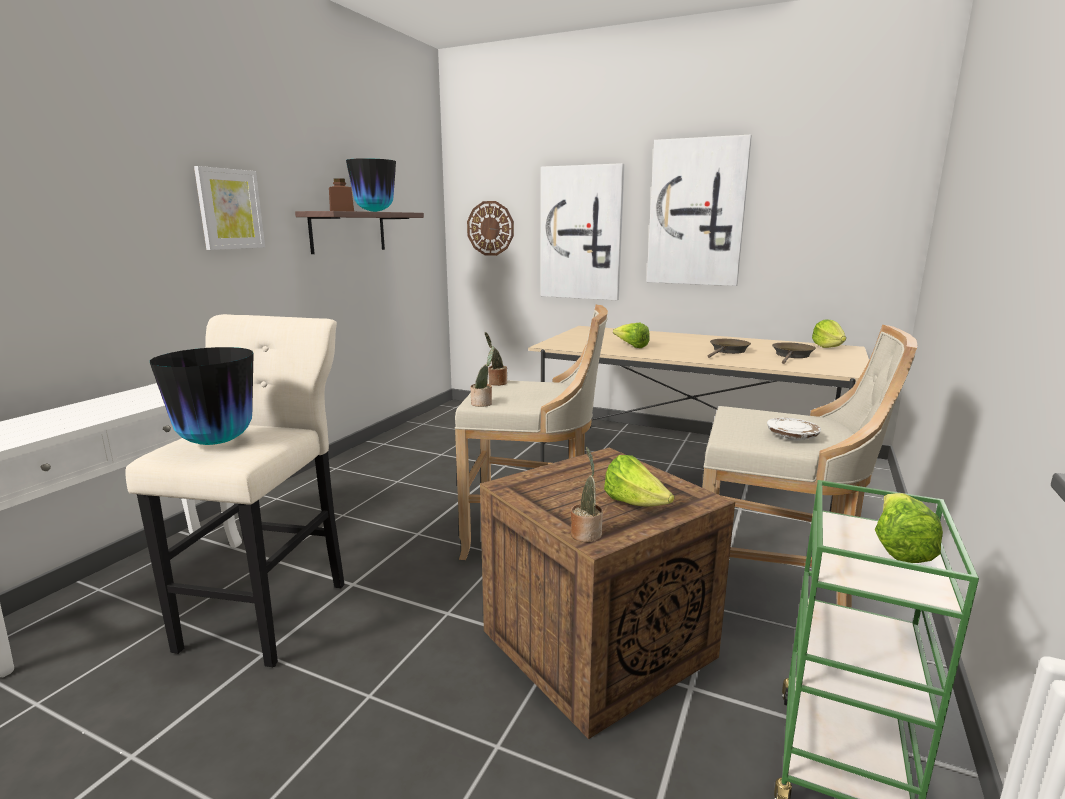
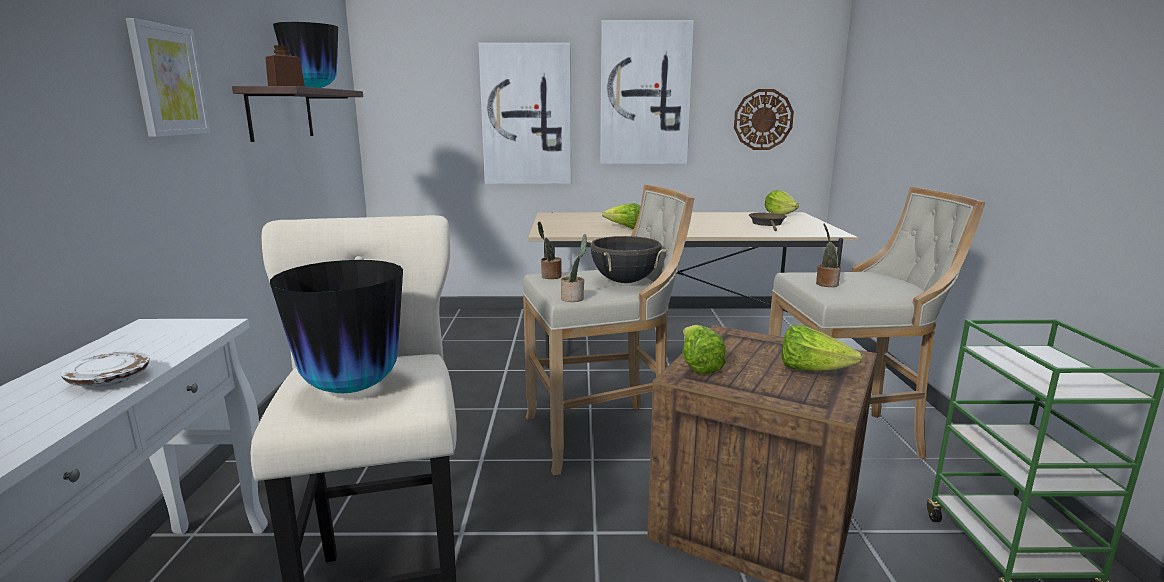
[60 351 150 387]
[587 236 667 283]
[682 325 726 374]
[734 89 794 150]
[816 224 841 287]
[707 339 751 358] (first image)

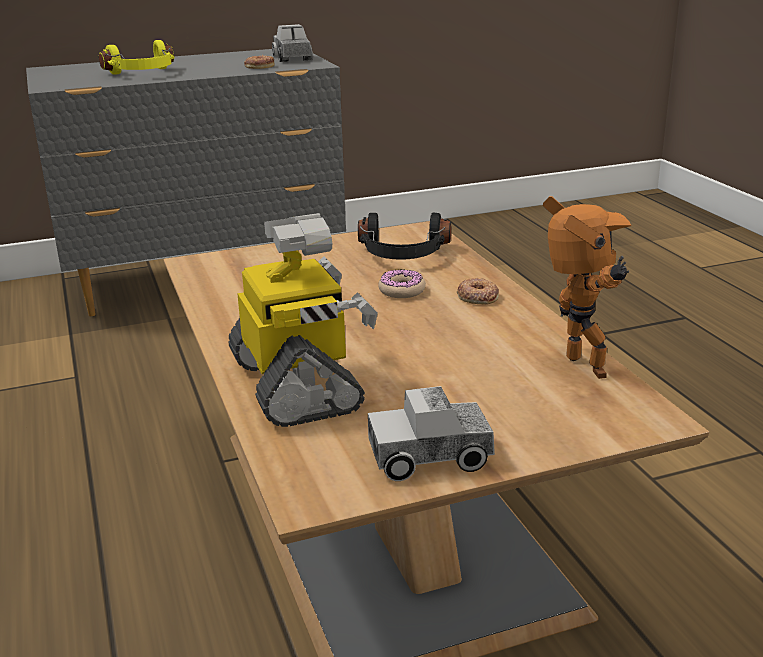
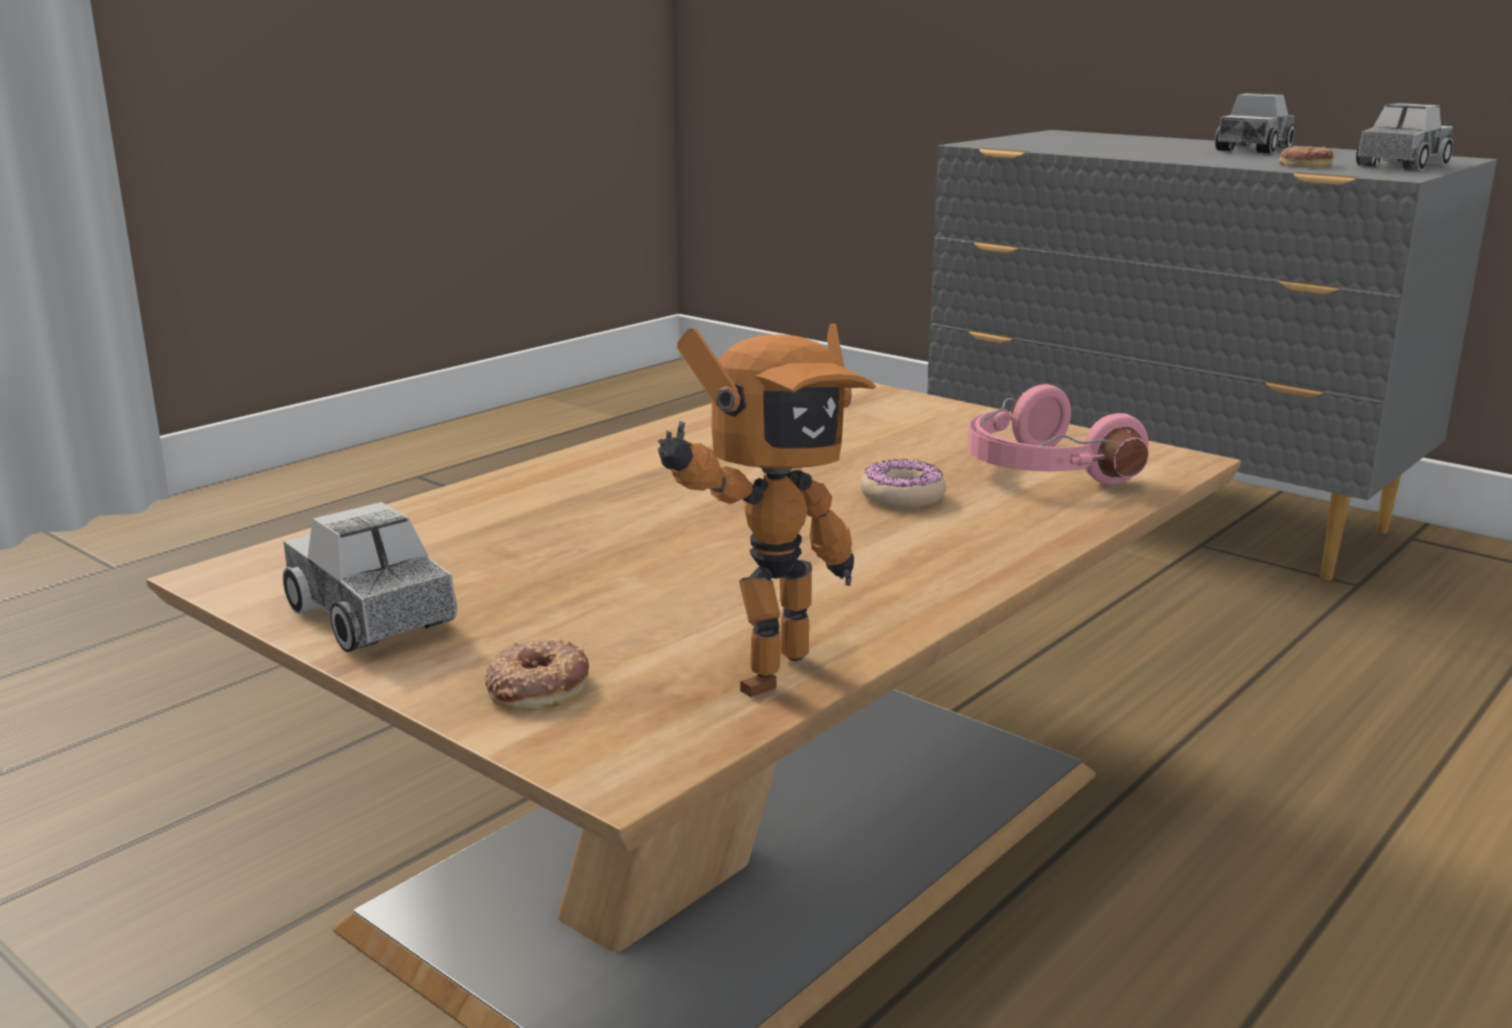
[485 639 589 710]
[968 384 1149 485]
[1215 93 1295 154]
[99 40 175 75] (first image)
[228 213 378 427] (first image)

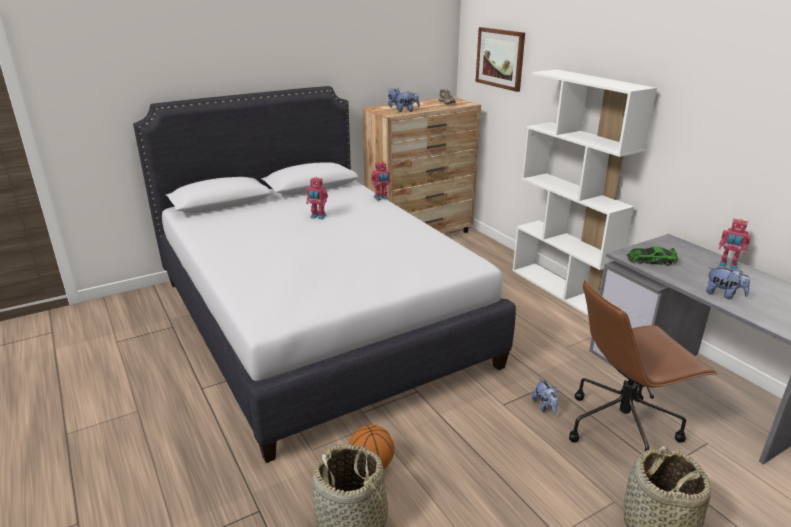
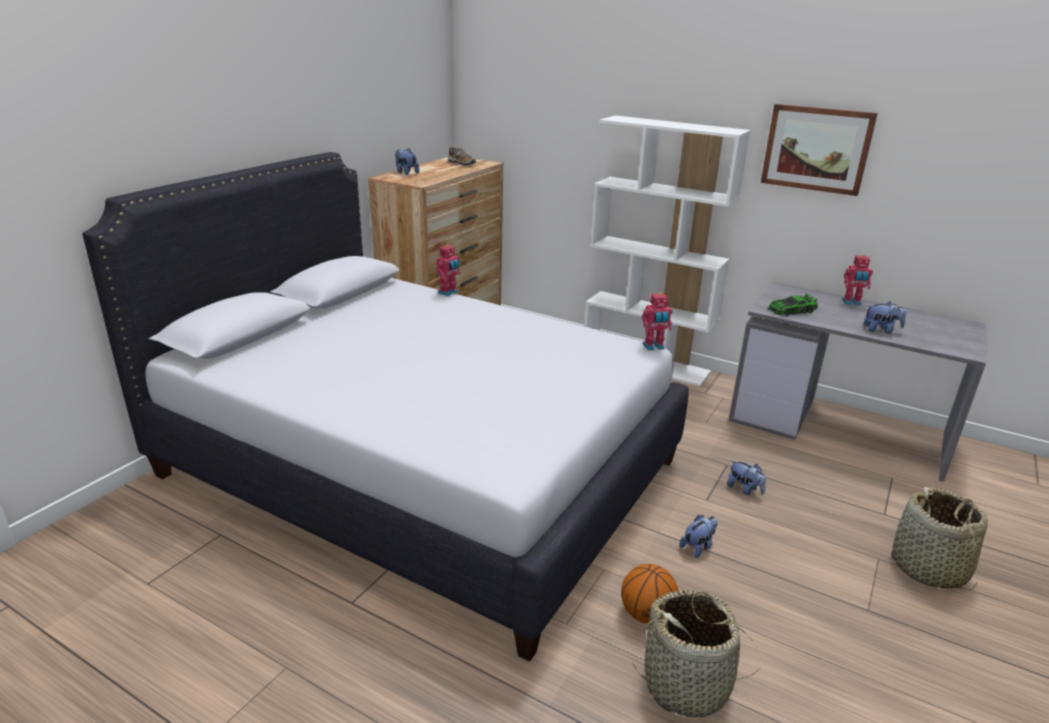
[642 292 672 350]
[680 515 717 558]
[761 104 878 196]
[569 280 717 451] (first image)

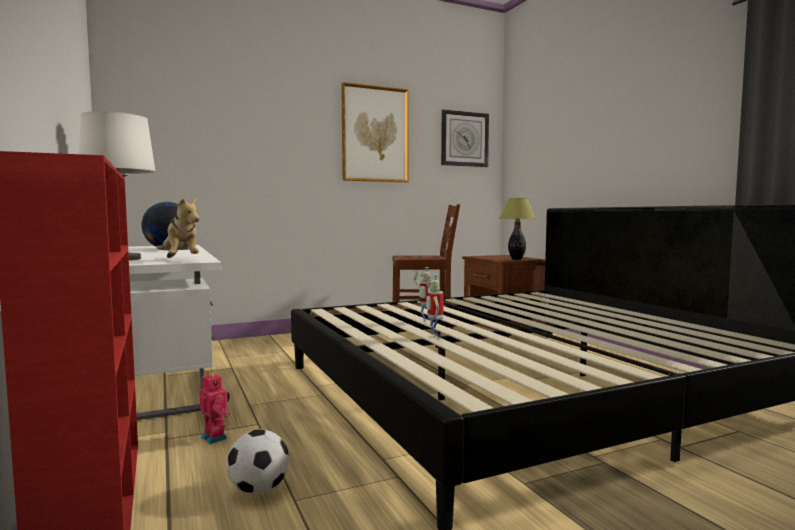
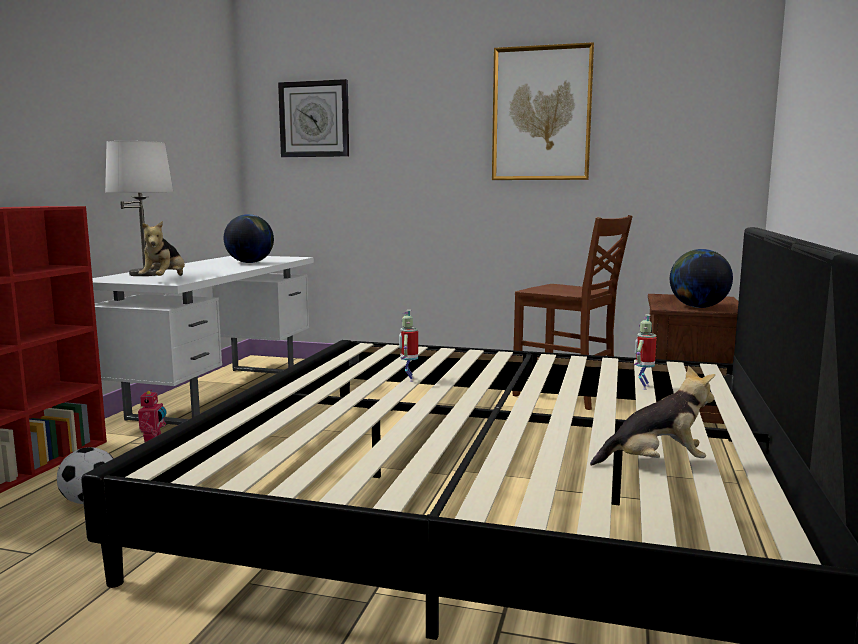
[278 79 349 157]
[590 366 715 466]
[634 314 656 390]
[670 249 733 308]

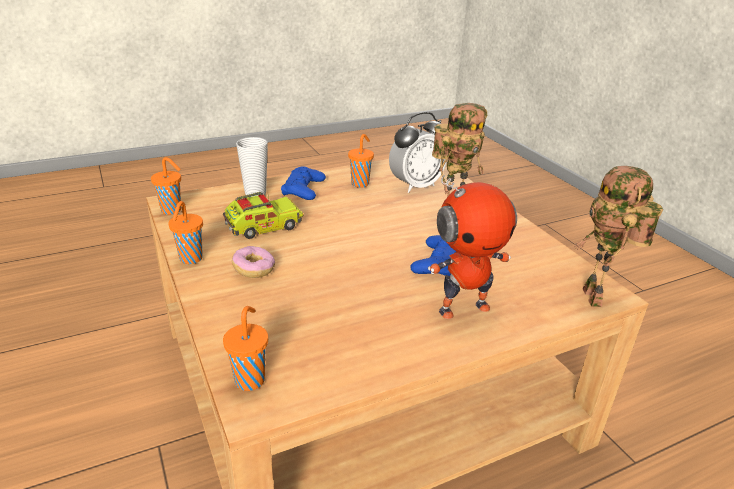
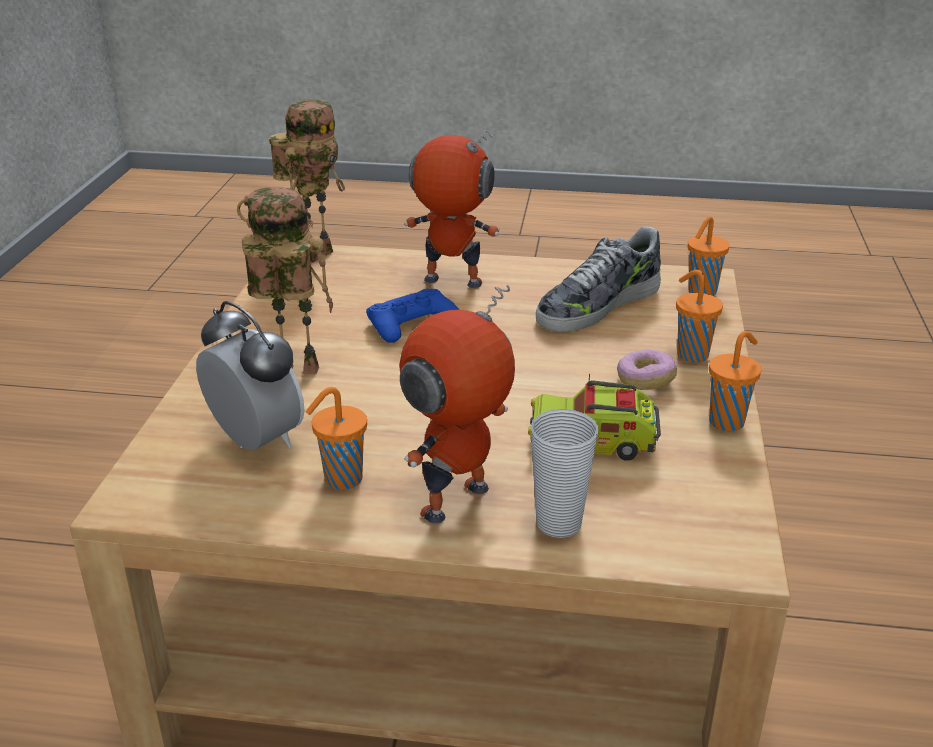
[196 301 305 450]
[399 285 515 524]
[536 226 661 332]
[676 270 723 363]

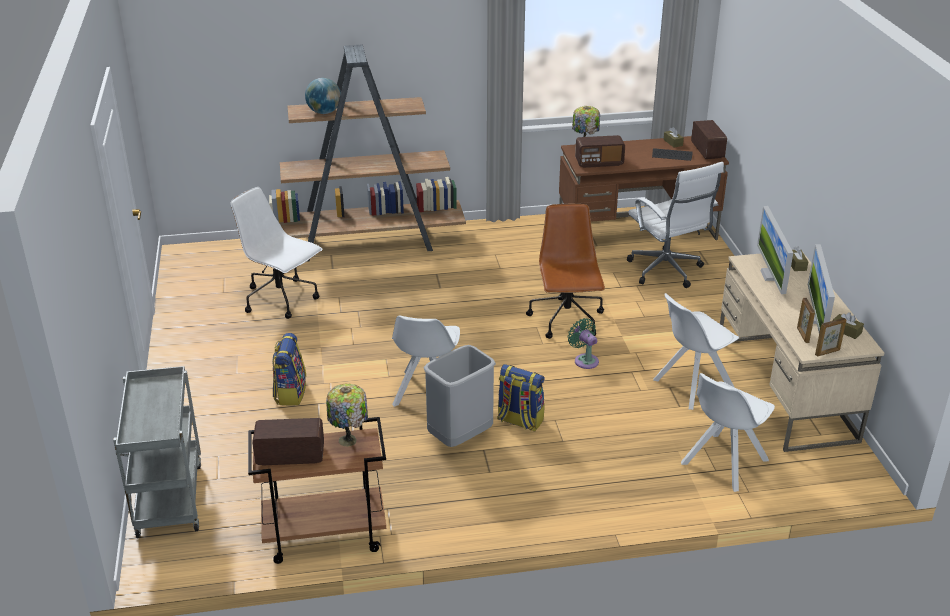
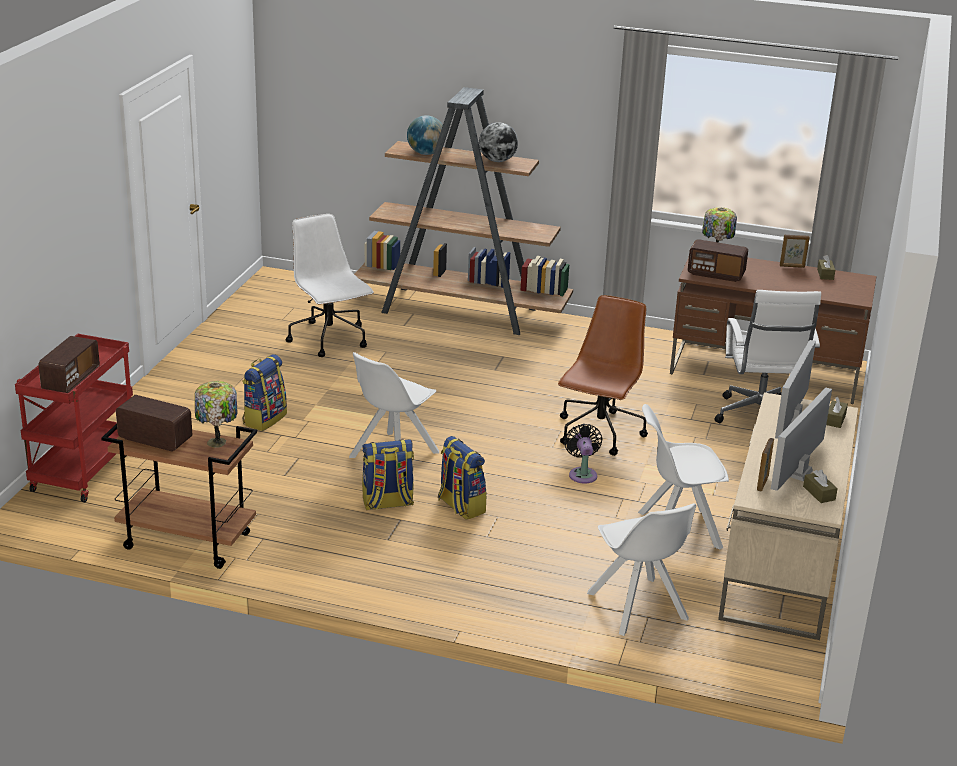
[15 334 133 502]
[38 336 100 393]
[362 439 414 510]
[479 122 518 162]
[564 424 603 484]
[587 503 696 636]
[780 235 810 268]
[652 148 693 161] (first image)

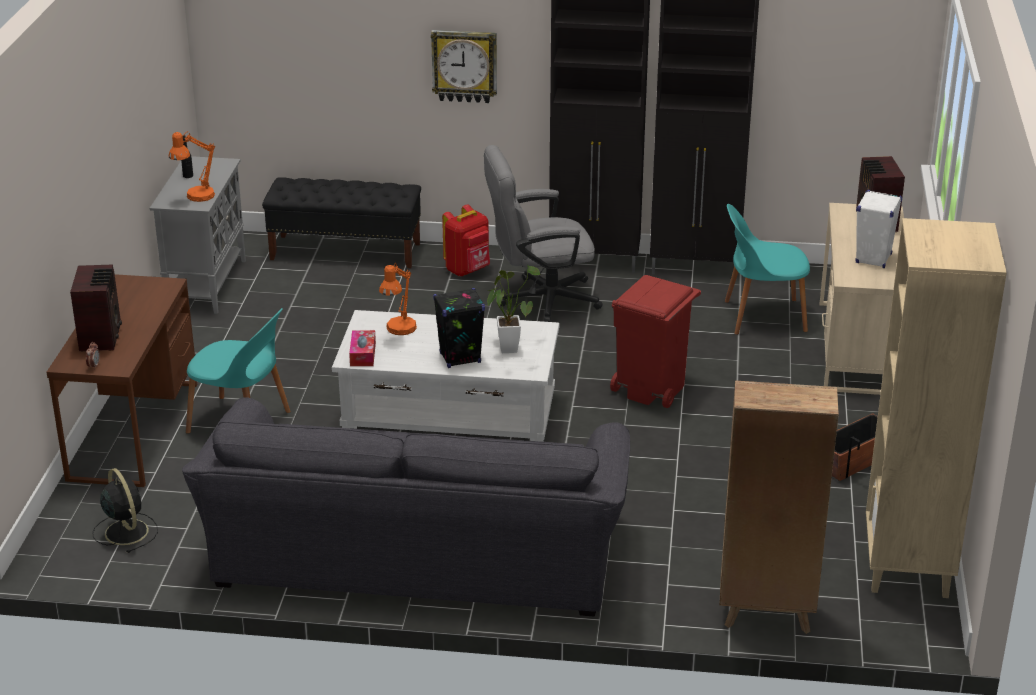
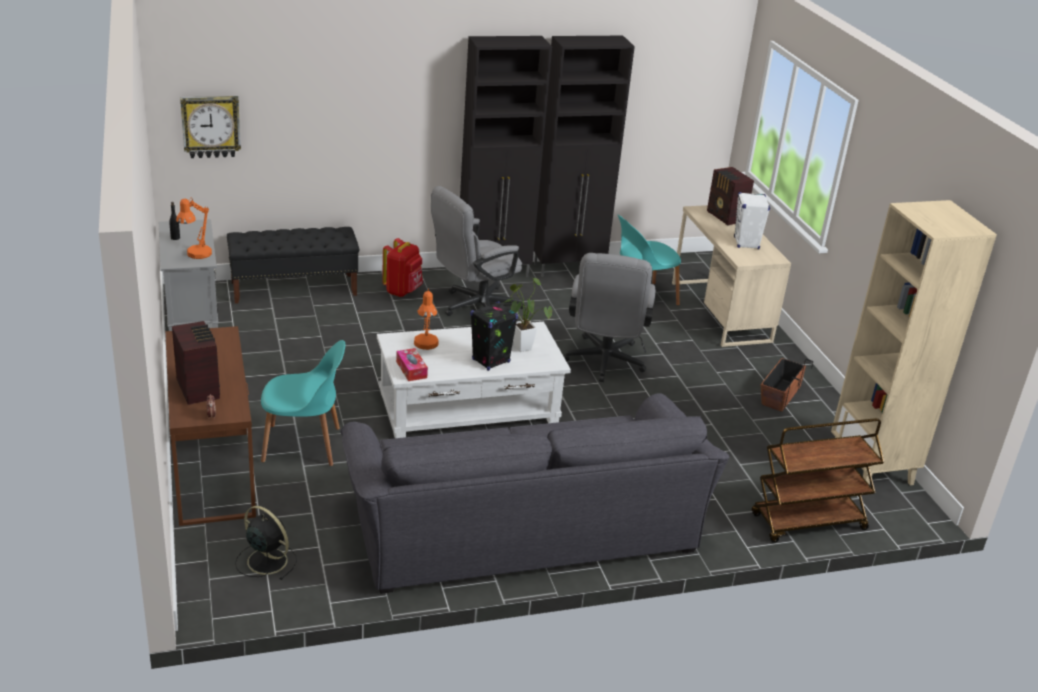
[180 96 241 158]
[563 253 655 382]
[752 418 884 543]

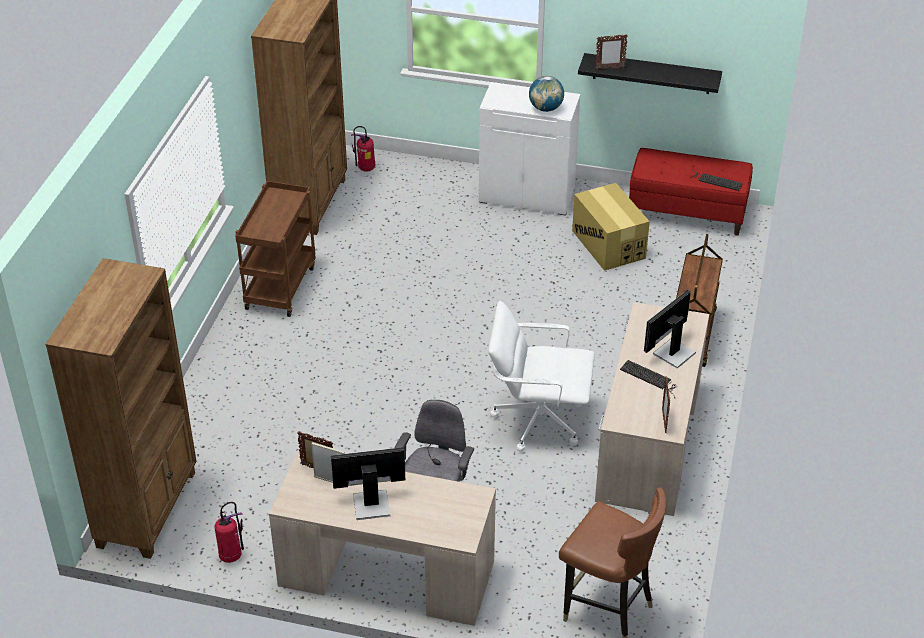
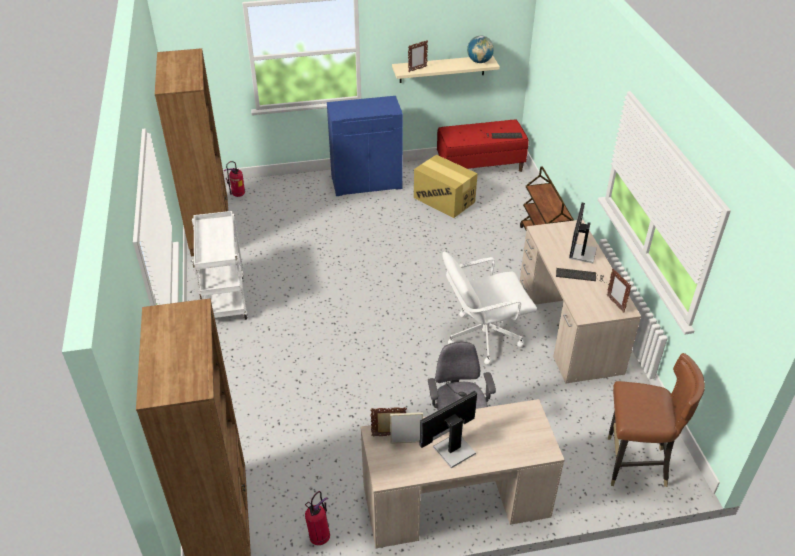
[192 211 248 320]
[327 96 403 196]
[392 55 500 83]
[467 36 494 63]

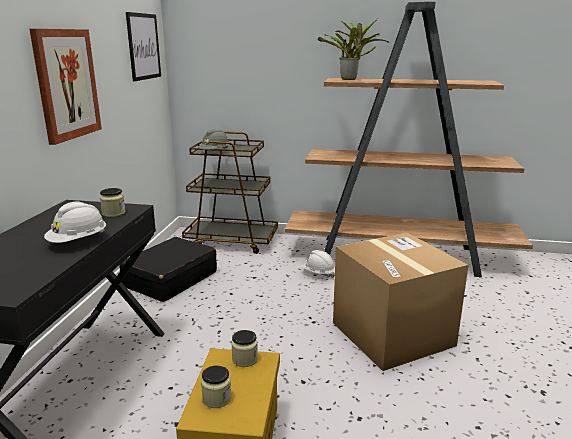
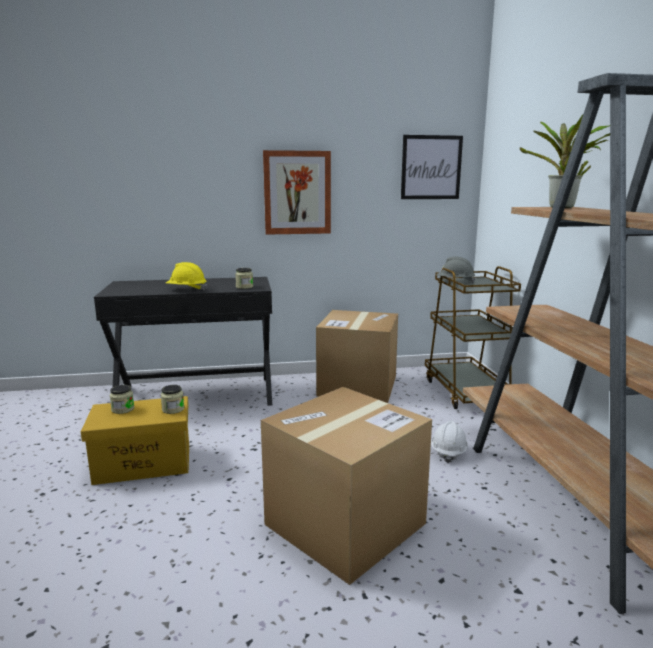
[166 262 207 291]
[316 310 398 403]

